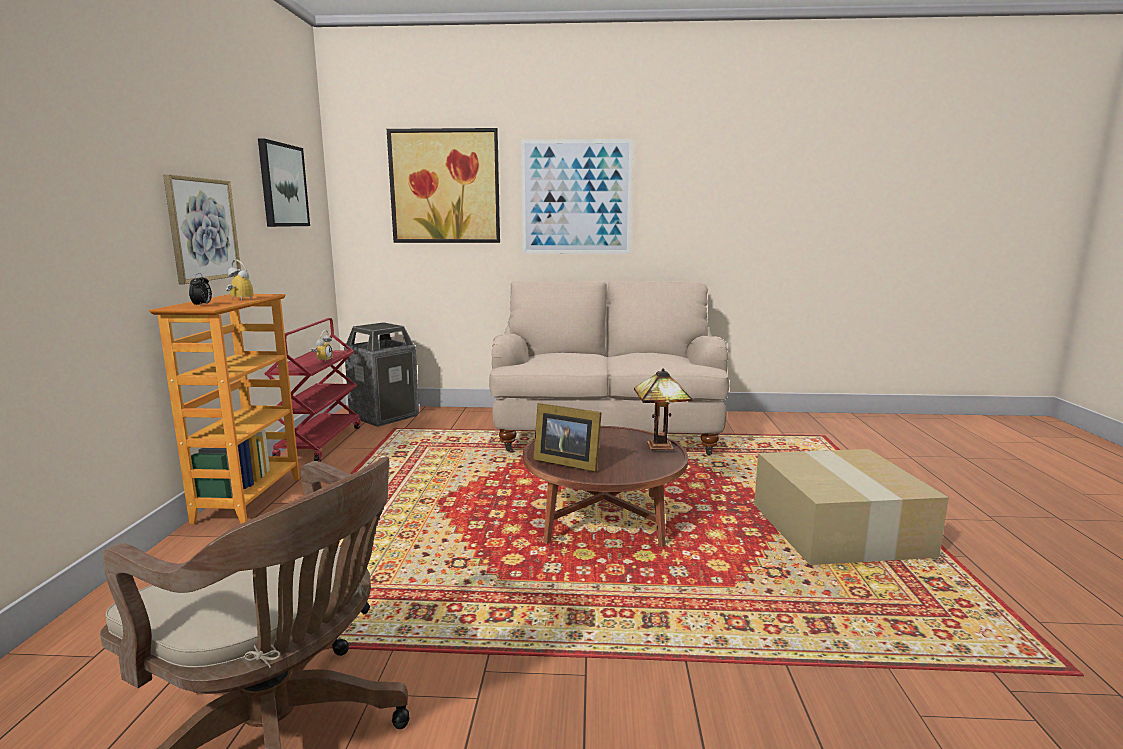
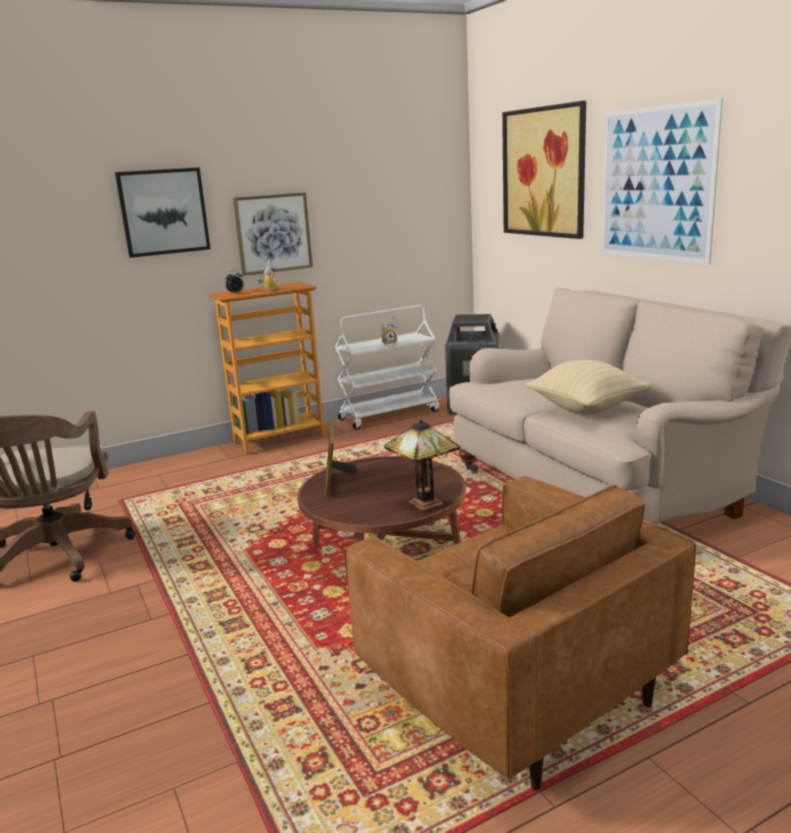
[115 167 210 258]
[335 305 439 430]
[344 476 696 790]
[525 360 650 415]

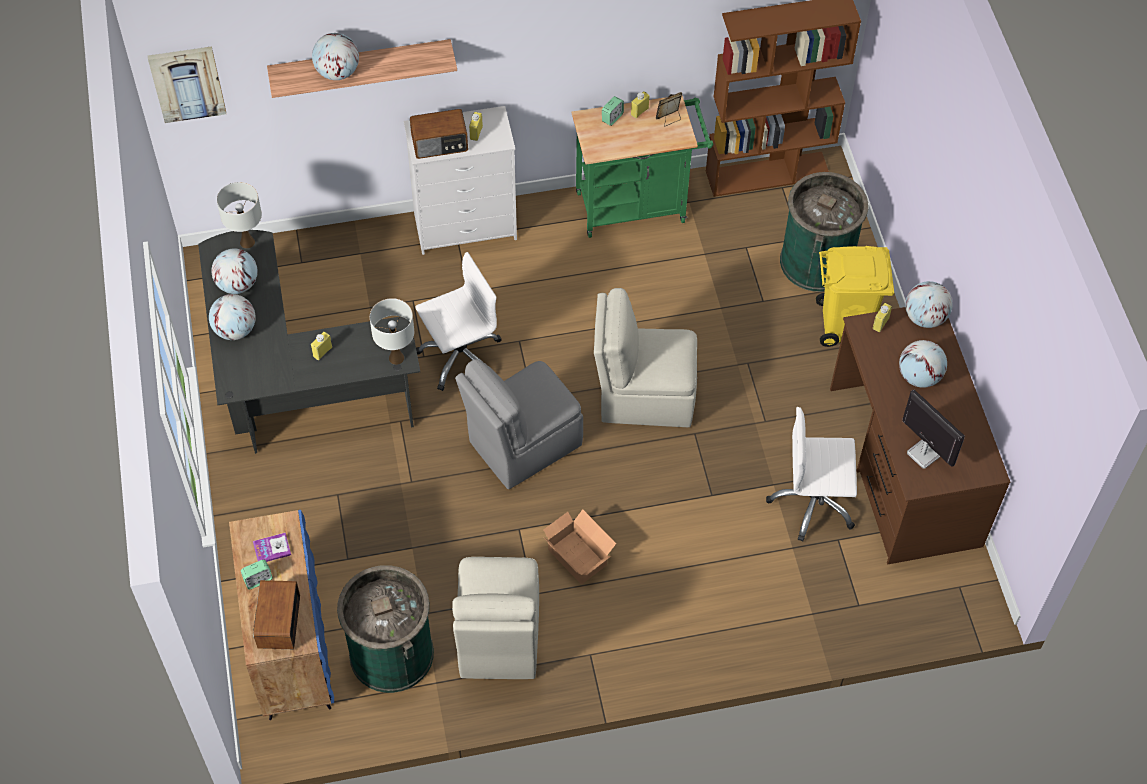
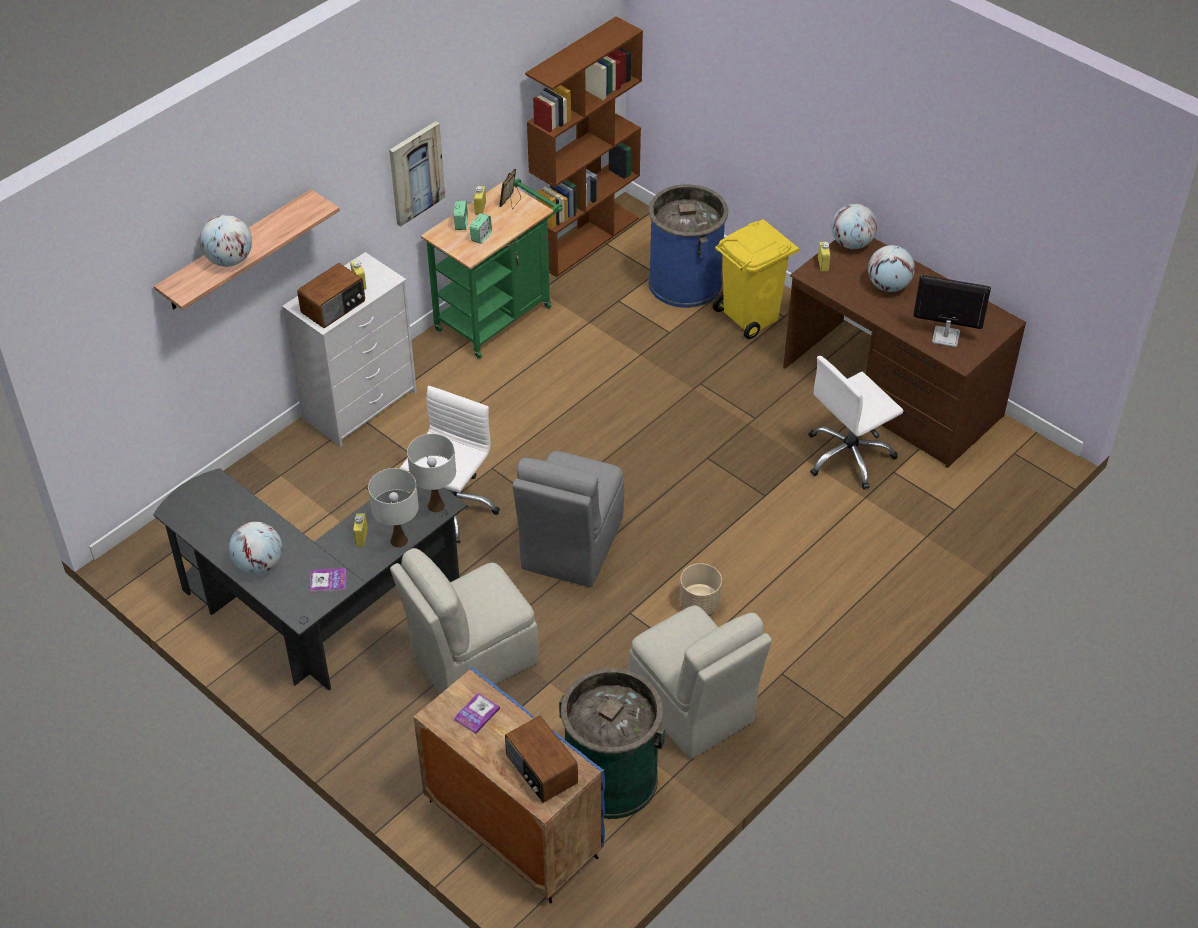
[310 568 346 593]
[368 468 419 547]
[389 121 445 227]
[390 548 539 694]
[470 213 492 244]
[648 184 728 308]
[679 563 722 615]
[211 249 258 294] (first image)

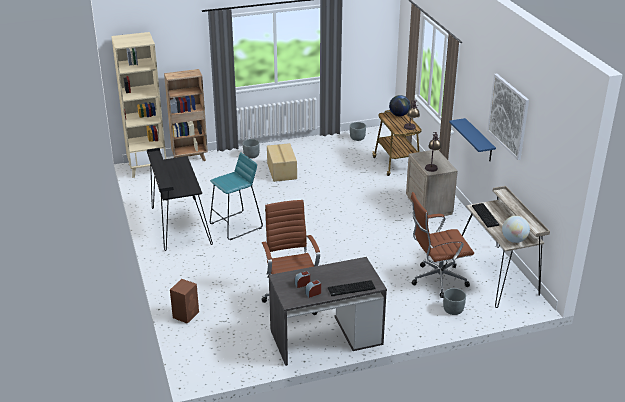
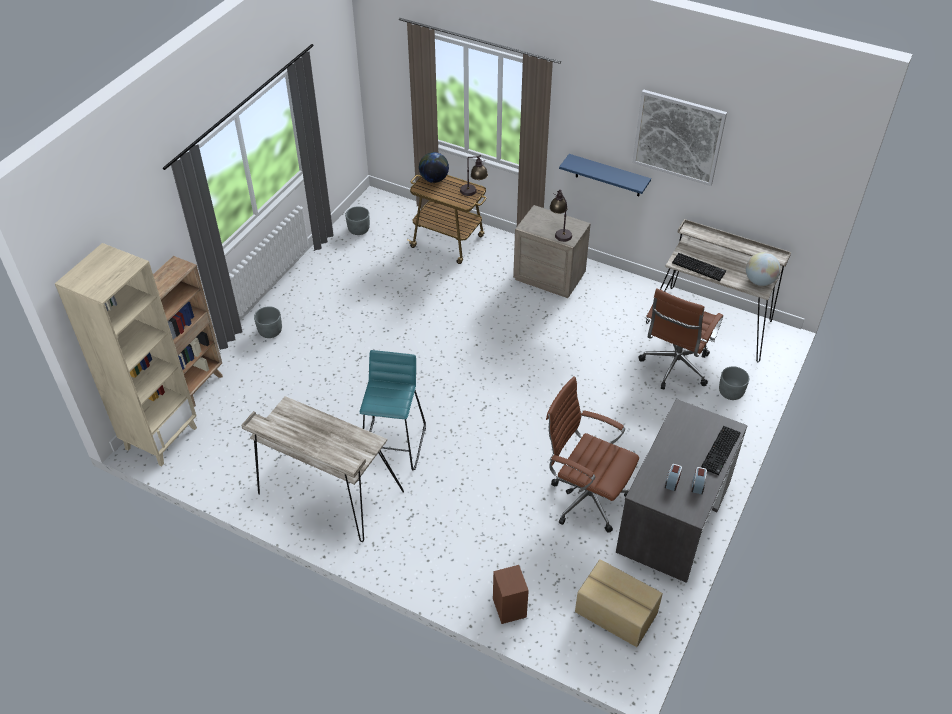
[241 396 404 542]
[575 559 663 647]

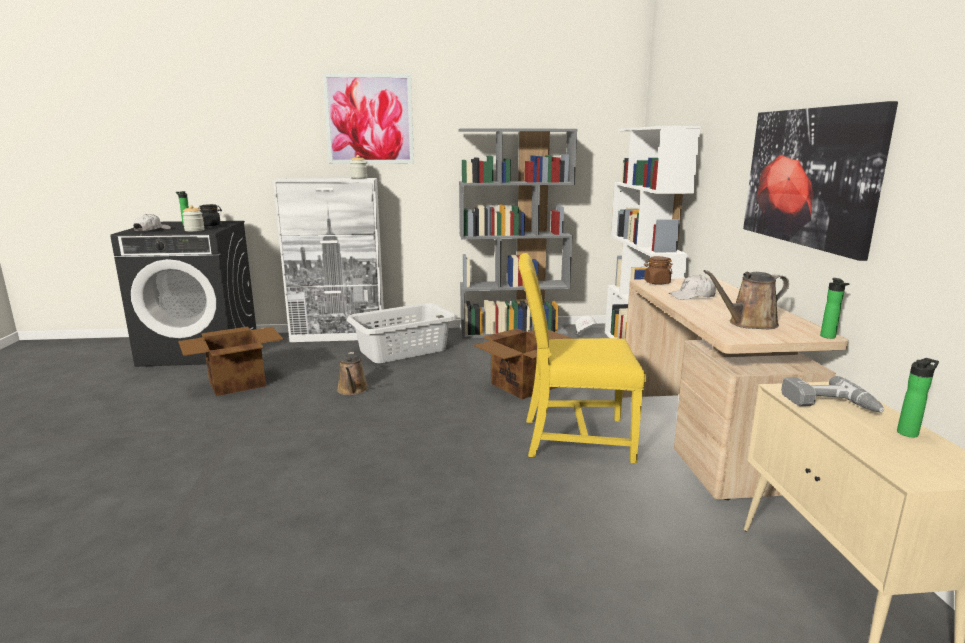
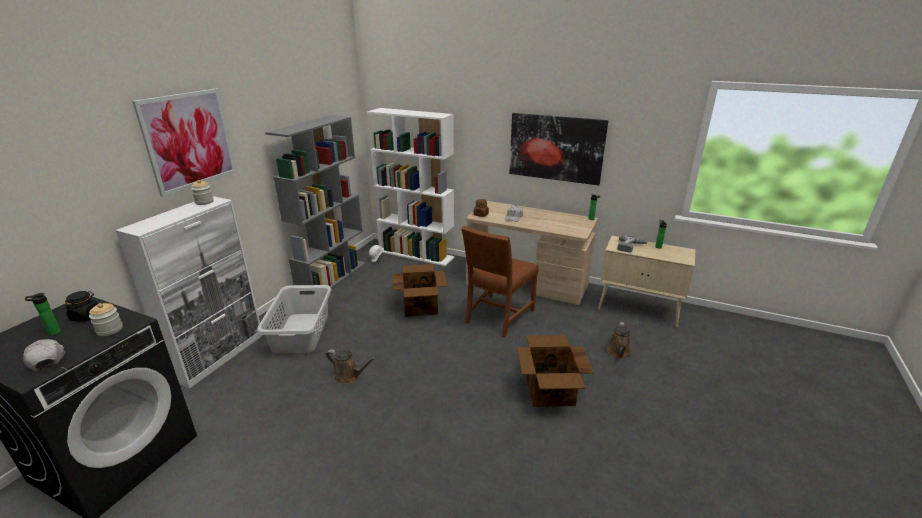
[461 226 539 337]
[517 335 594 407]
[607 322 632 359]

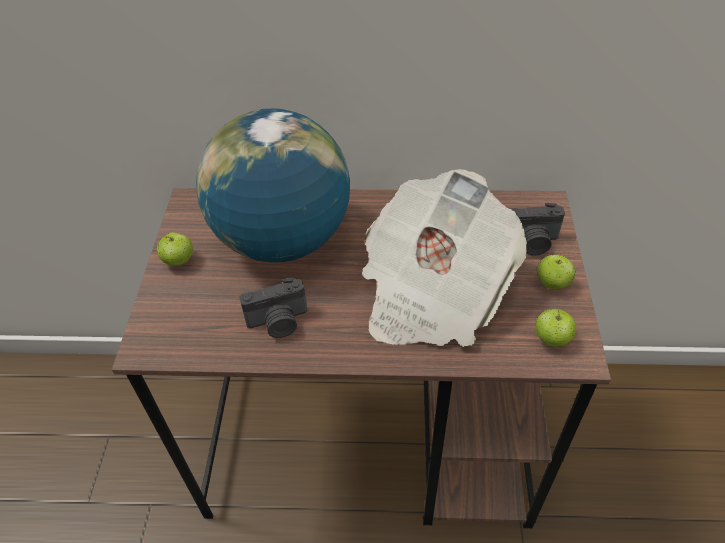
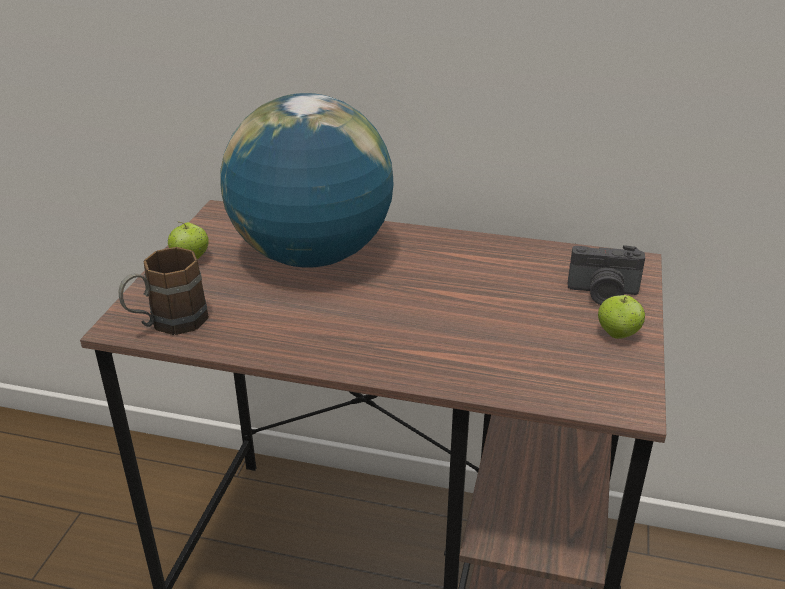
[118 247 209 335]
[239 277 307 338] (first image)
[362 169 527 347] (first image)
[535 307 576 347] (first image)

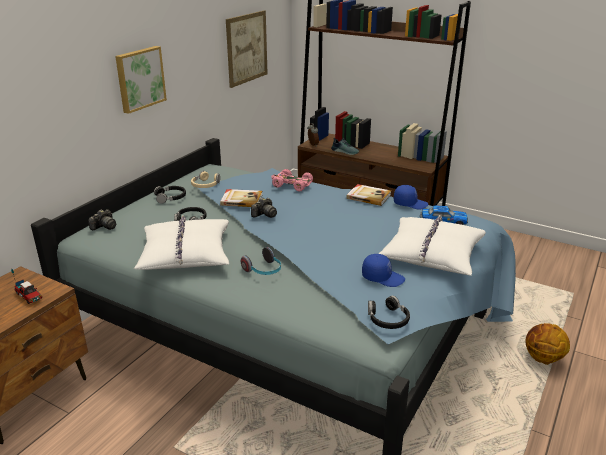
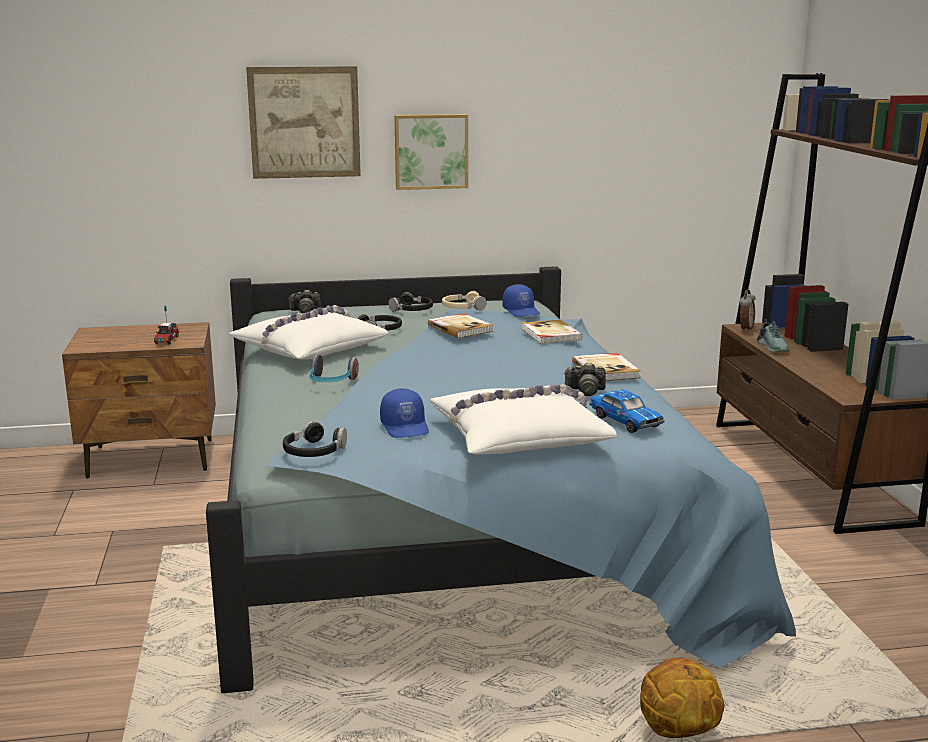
[246 66 361 179]
[502 284 540 317]
[522 319 583 344]
[564 362 606 396]

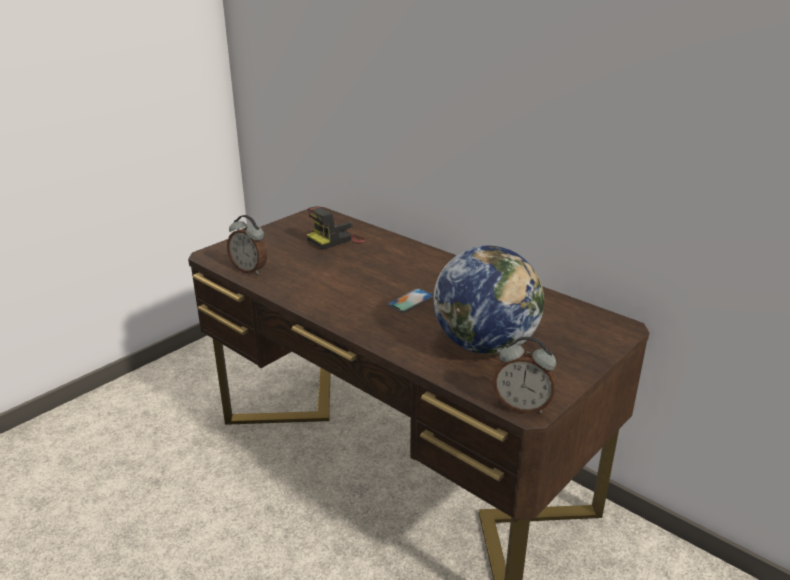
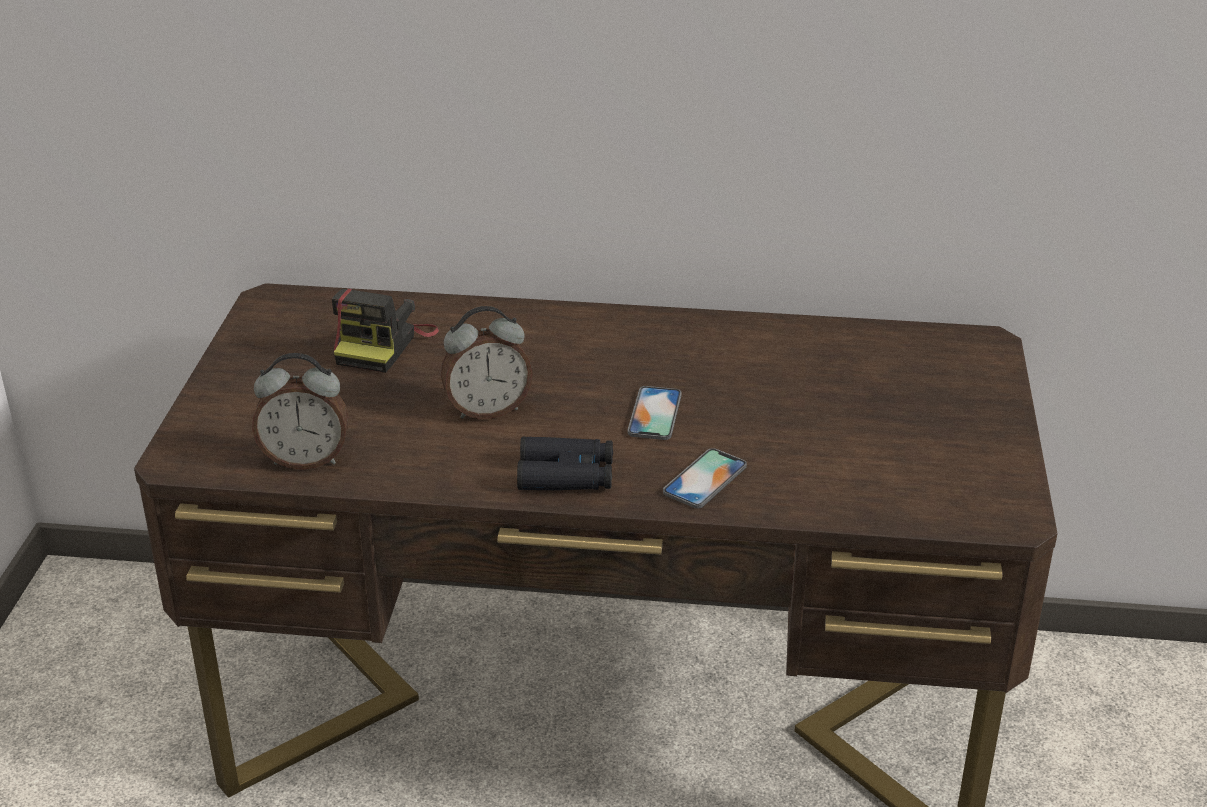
[441 306 532 419]
[517 436 613 490]
[663 448 747 508]
[434 246 544 354] (first image)

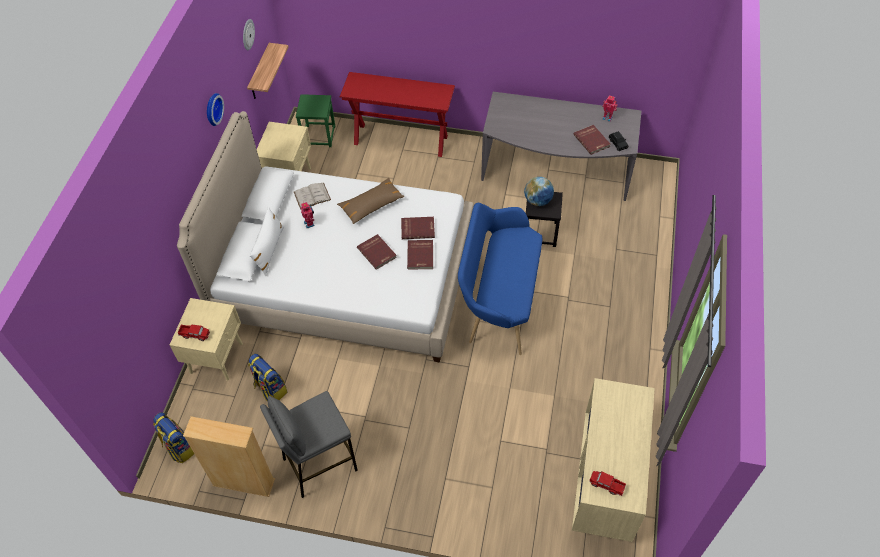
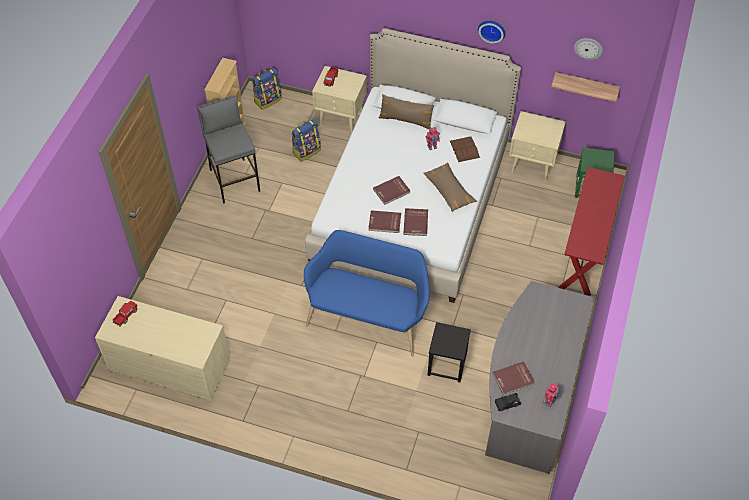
[379 94 435 129]
[450 136 480 162]
[524 177 554 206] (first image)

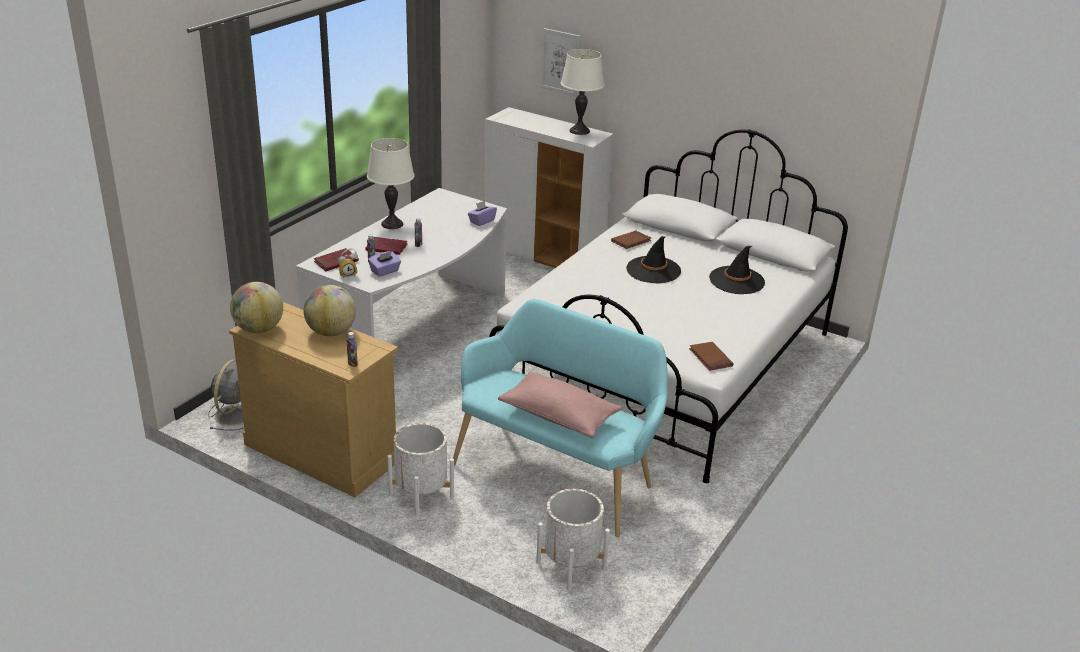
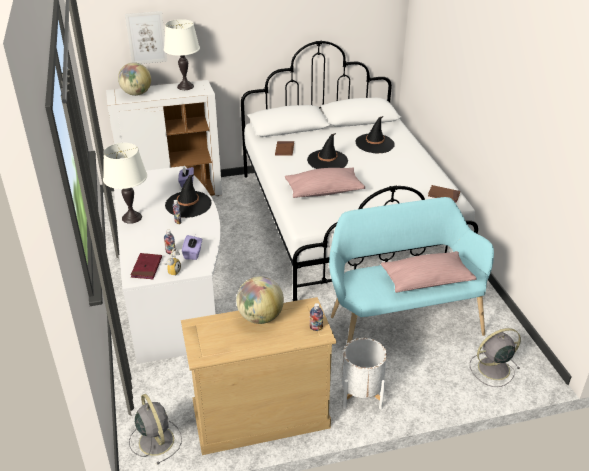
[118 62 151 96]
[165 175 212 218]
[285 167 365 198]
[470 328 521 387]
[365 237 408 255] (first image)

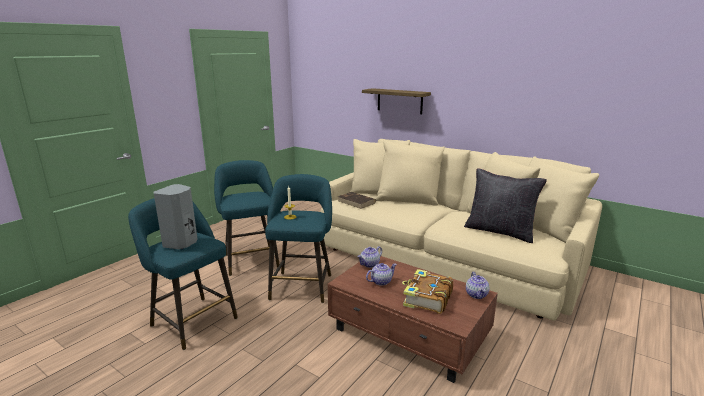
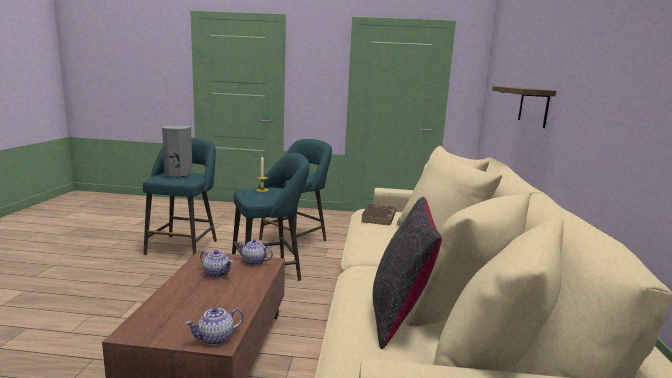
[402 269 453 314] (first image)

